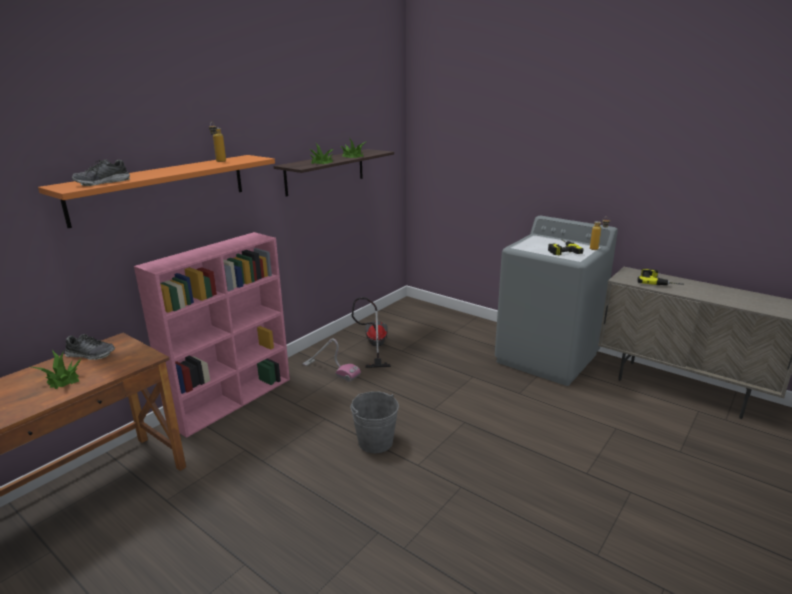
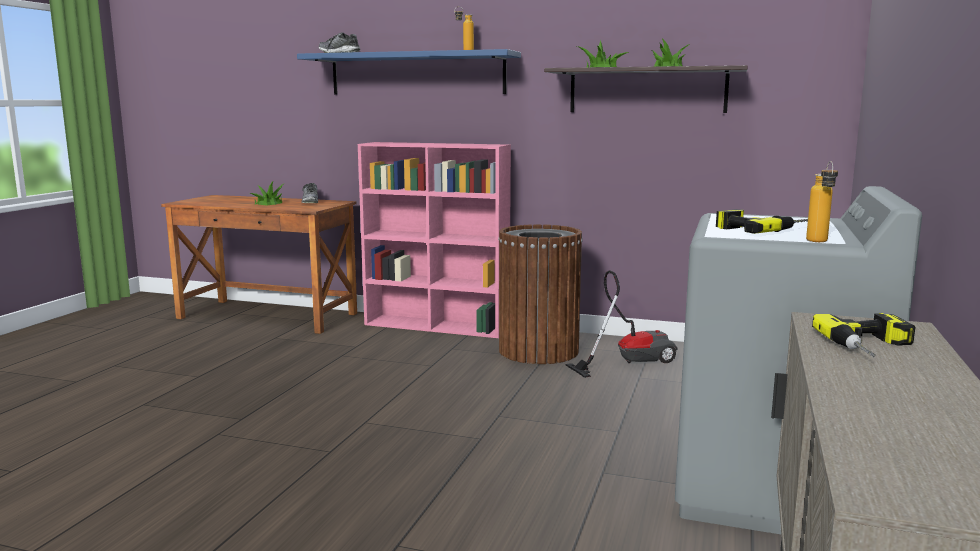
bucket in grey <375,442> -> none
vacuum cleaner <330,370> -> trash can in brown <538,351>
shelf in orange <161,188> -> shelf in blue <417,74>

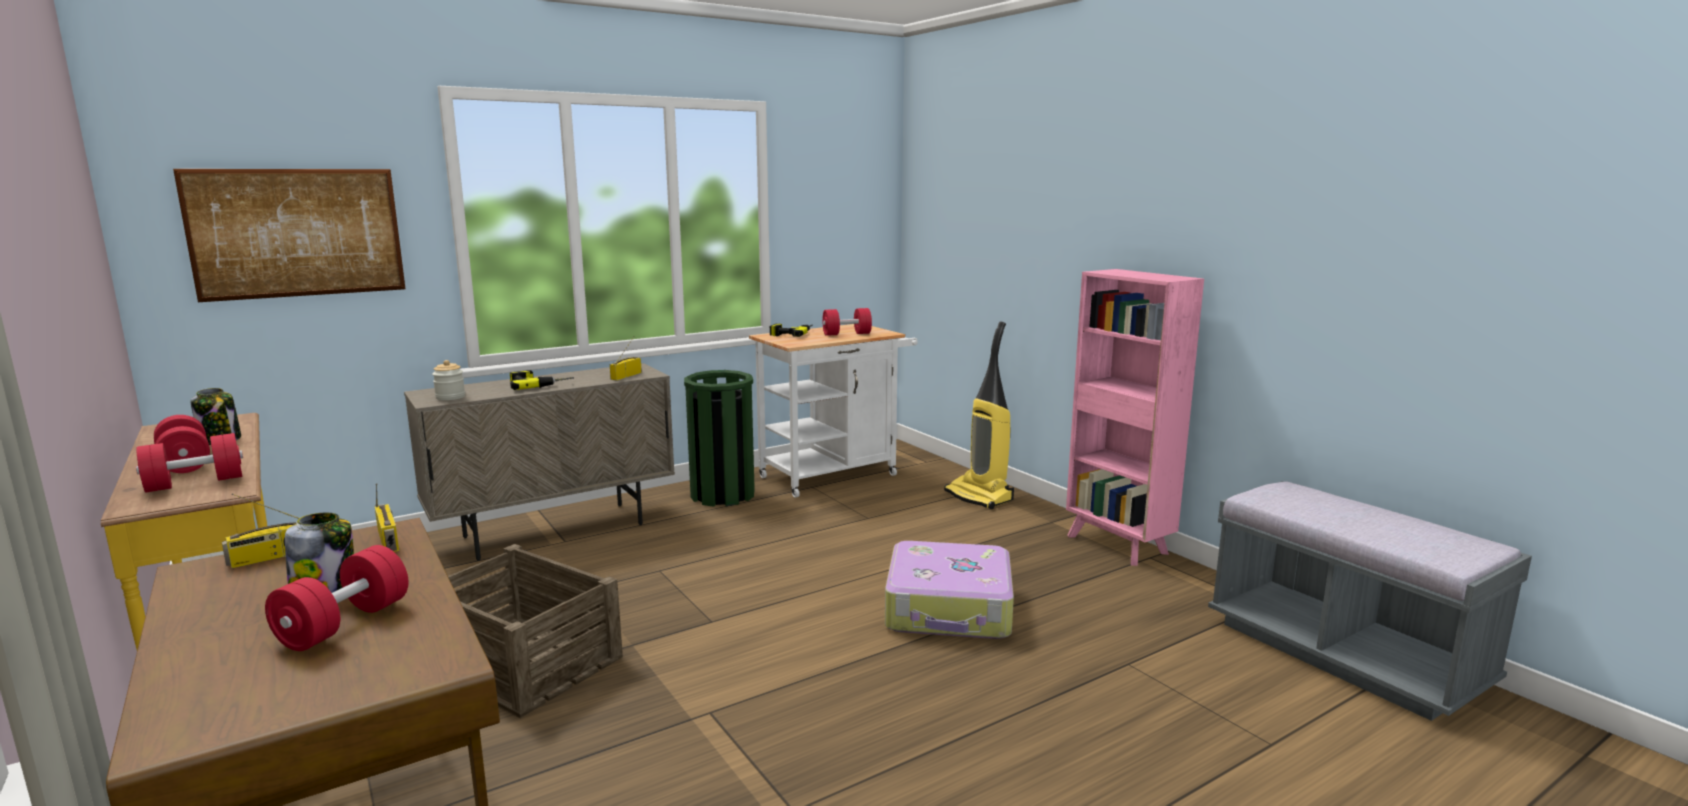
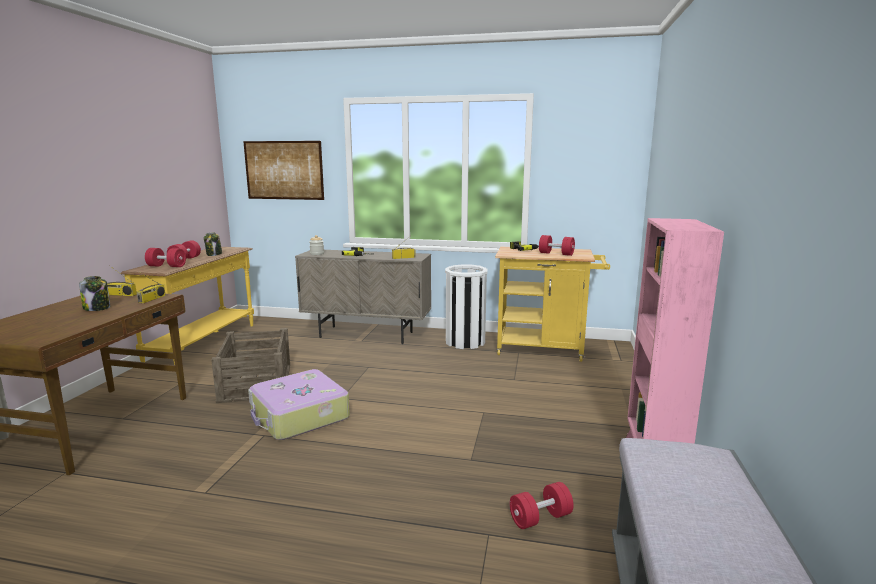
vacuum cleaner <980,496> -> none
dumbbell in red <344,624> -> dumbbell in red <540,518>, moved
suitcase <949,609> -> suitcase <299,416>, moved
trash can in green <722,494> -> trash can in white <465,342>
cart in white <835,474> -> cart in yellow <546,350>

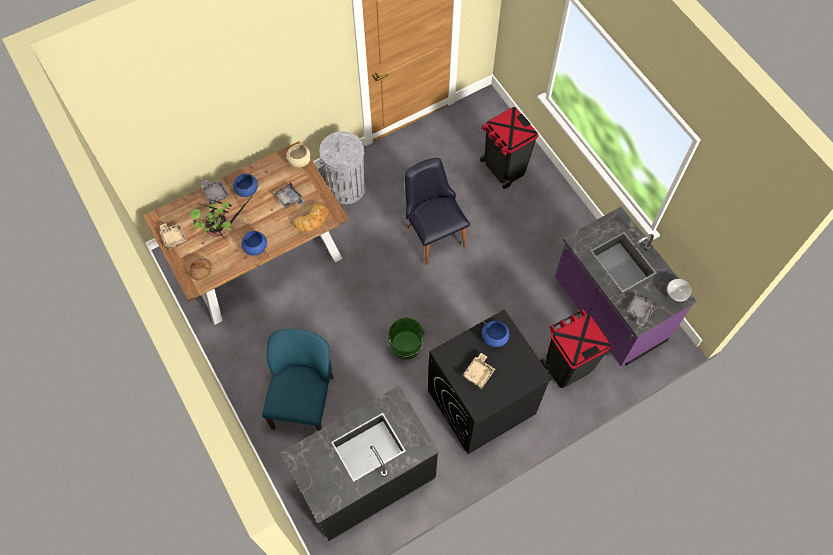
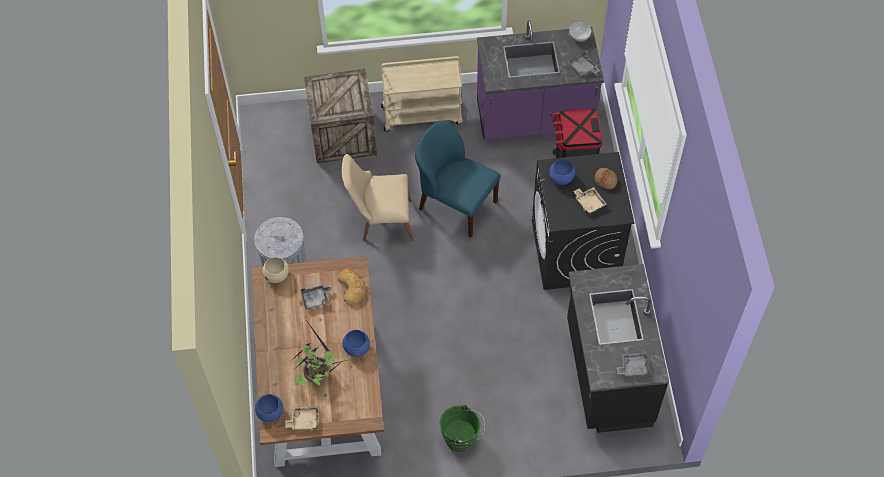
none -> cart in beige <422,114>
bread <201,270> -> bread <605,180>, moved
tray in grey <215,193> -> tray in grey <633,367>, moved
bowl in blue <247,190> -> bowl in blue <270,412>, moved
chair in blue <304,401> -> chair in blue <456,205>, moved
bucket in green <406,349> -> bucket in green <462,438>, moved
trash can in black <504,169> -> crate <343,135>
chair in black <433,232> -> chair in beige <380,220>

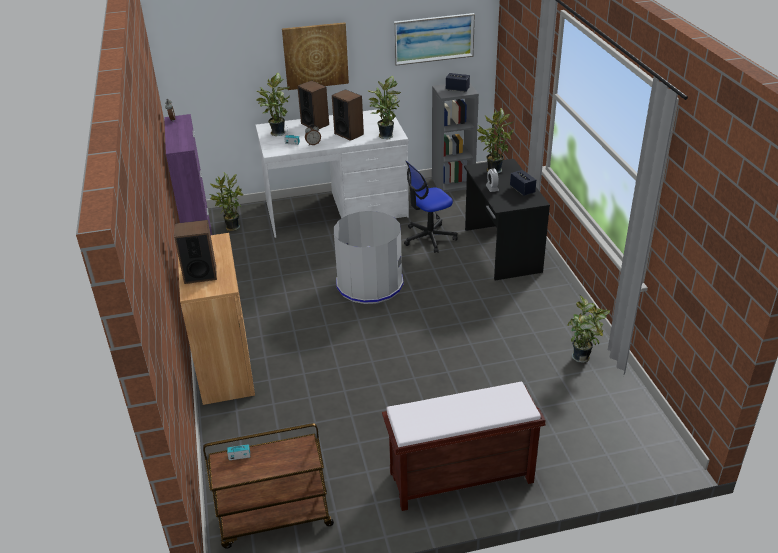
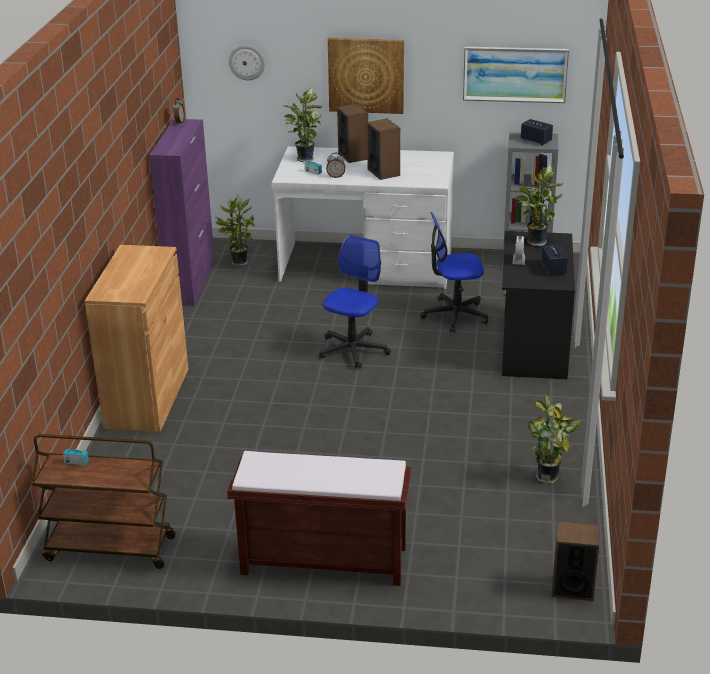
potted plant <386,135> -> none
none -> wall clock <247,62>
speaker <200,274> -> speaker <572,587>, moved
trash can in grey <369,284> -> office chair <353,350>

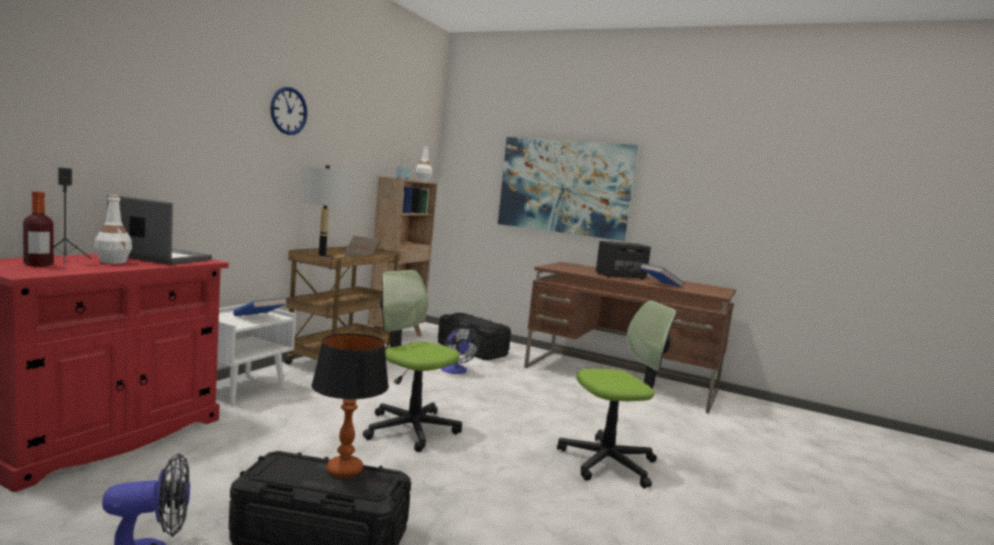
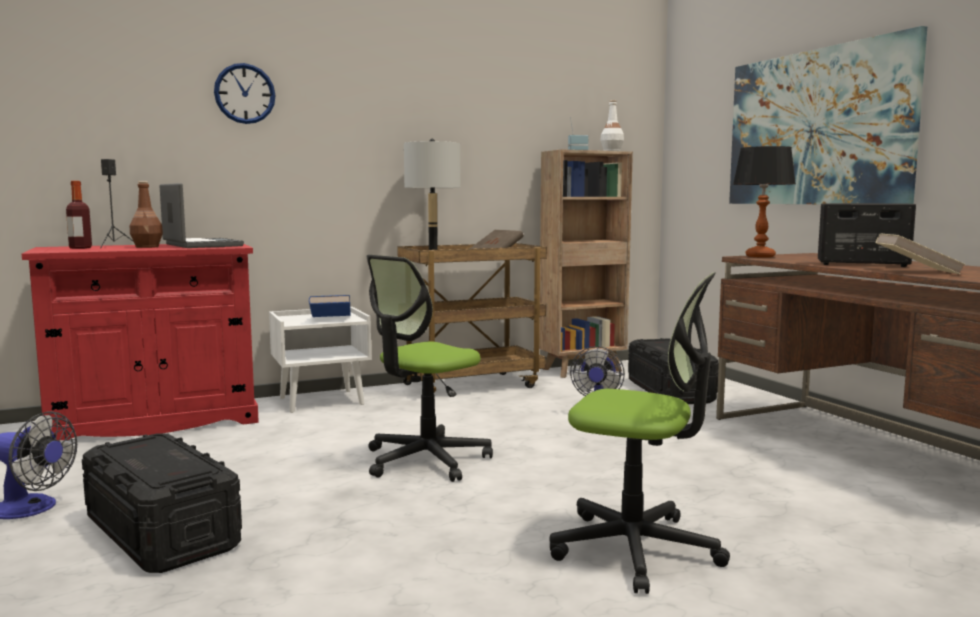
wall clock <288,111> -> wall clock <244,93>, moved
table lamp <344,470> -> table lamp <760,256>, moved
bottle in white <113,262> -> bottle in brown <147,247>
book in blue <660,284> -> book in beige <916,271>
office chair <411,429> -> office chair <425,460>, 120 degrees counterclockwise

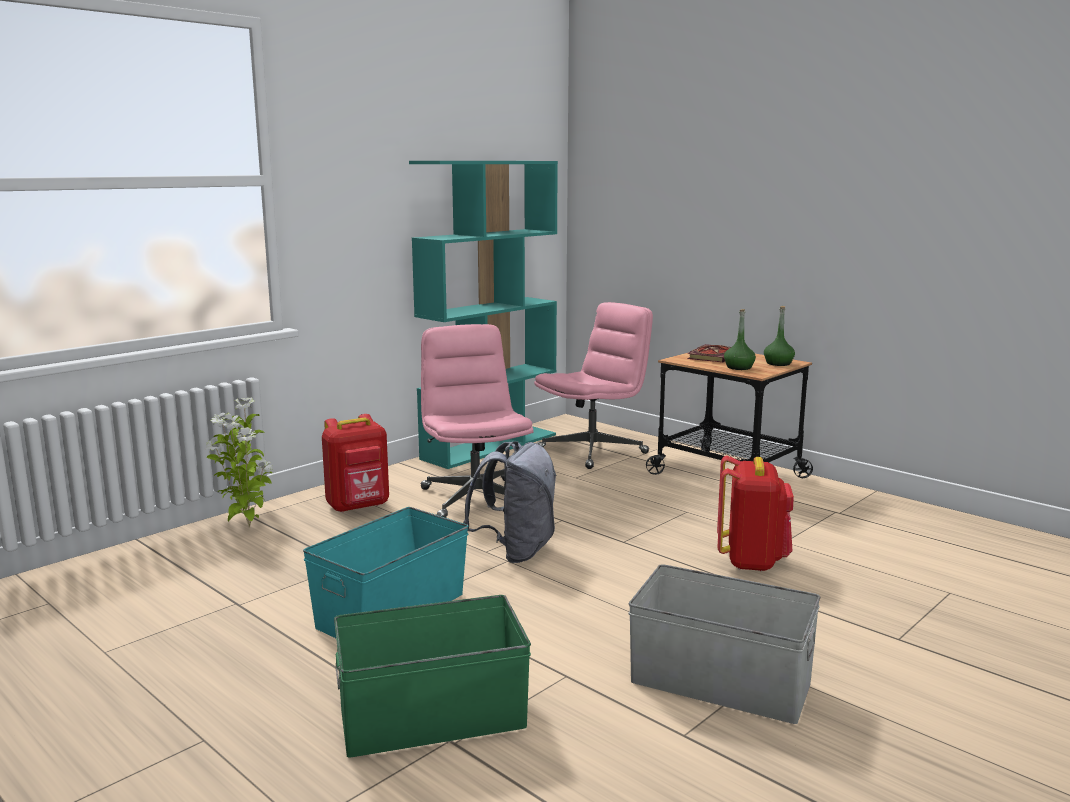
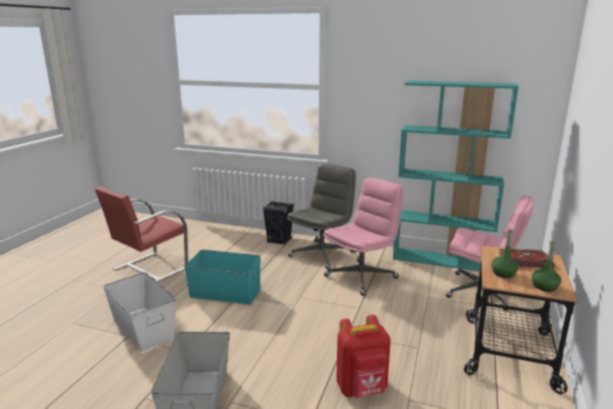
backpack in grey <516,551> -> none
none -> chair in red <149,269>
potted plant <247,527> -> speaker in black <279,241>
backpack in red <359,506> -> office chair in grey <322,254>
storage box in green <431,717> -> storage box in white <143,327>

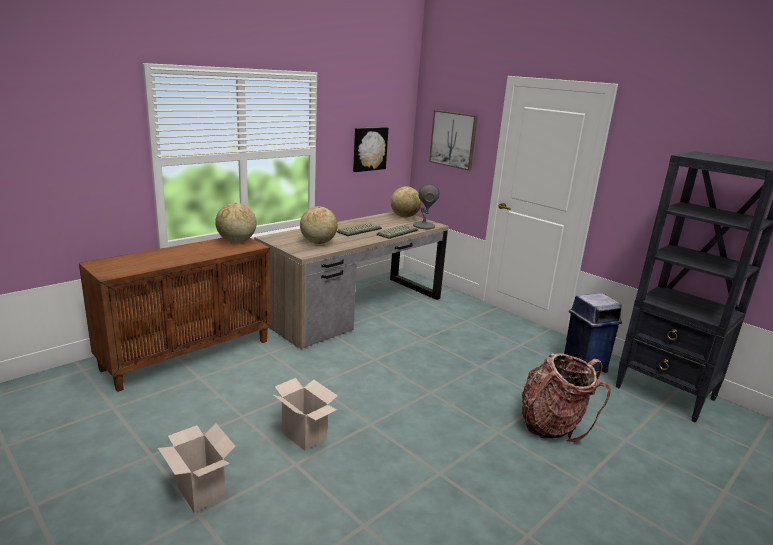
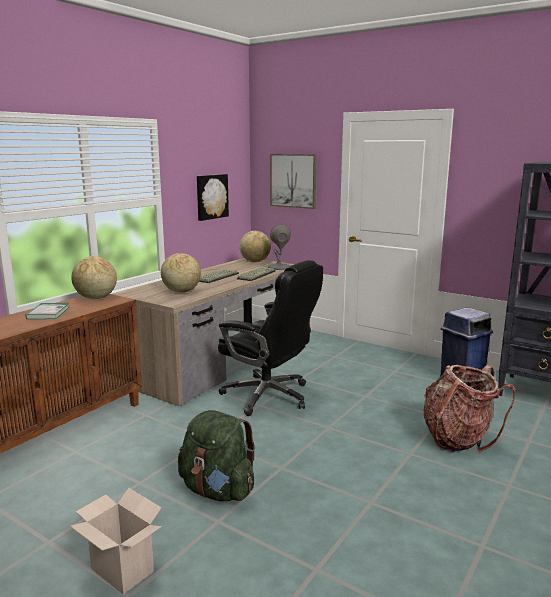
none -> book <48,313>
none -> office chair in black <269,396>
cardboard box <306,435> -> backpack in green <218,490>

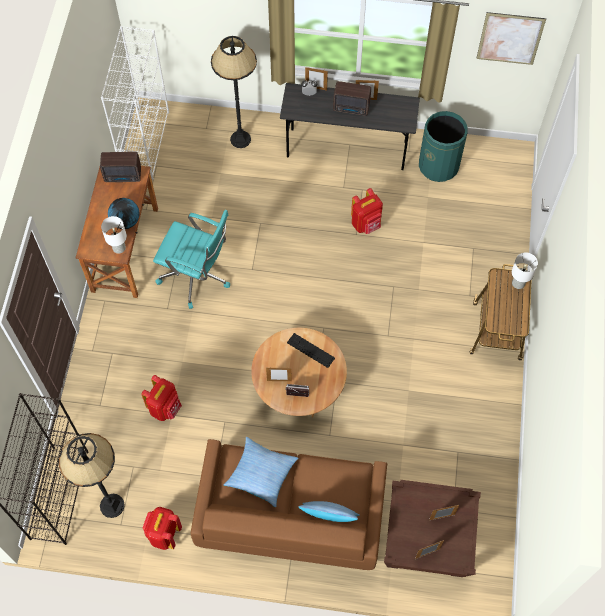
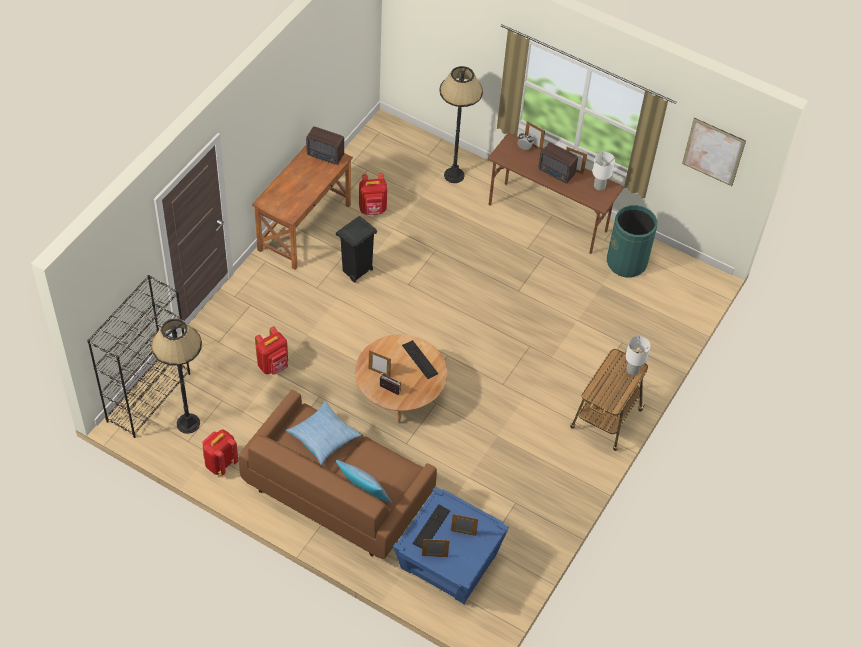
bookcase in white <145,143> -> none
globe <126,221> -> none
none -> keyboard <431,527>
table lamp in white <119,247> -> table lamp in white <599,186>, moved
backpack in red <366,224> -> backpack in red <373,209>, moved
office chair in turquoise <197,276> -> trash can in black <356,271>
desk in grey <347,149> -> desk in brown <548,218>
side table in brown <427,541> -> side table in blue <448,562>

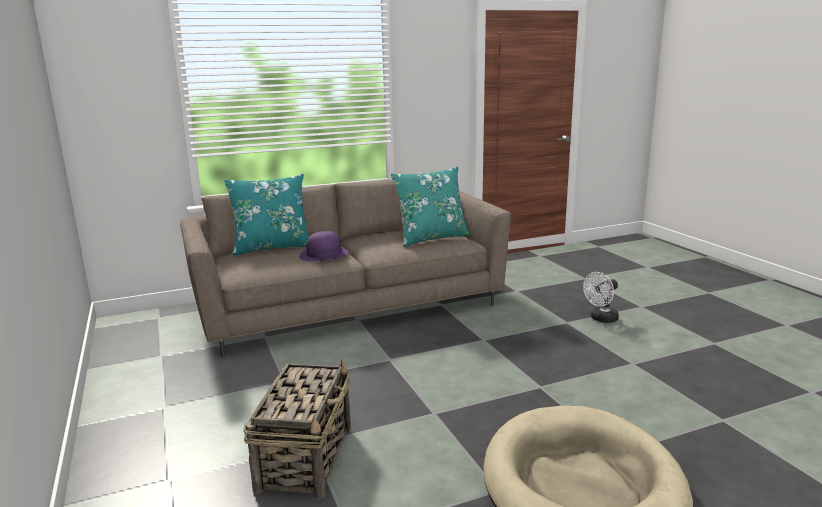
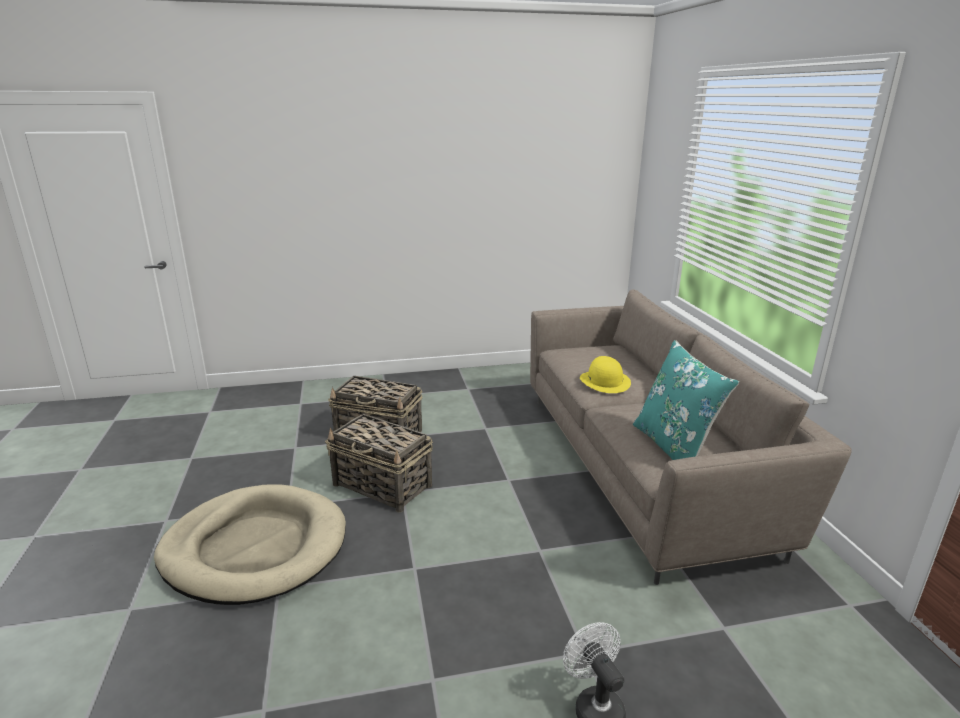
pillow in turquoise <272,247> -> none
none -> basket <383,485>
hat in purple <324,254> -> hat in yellow <605,381>

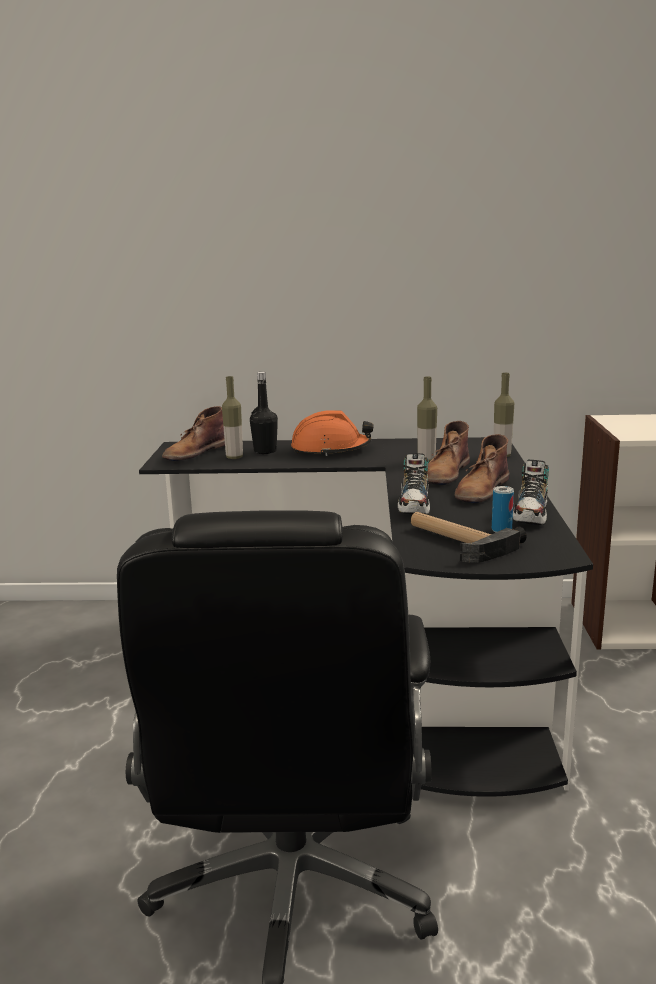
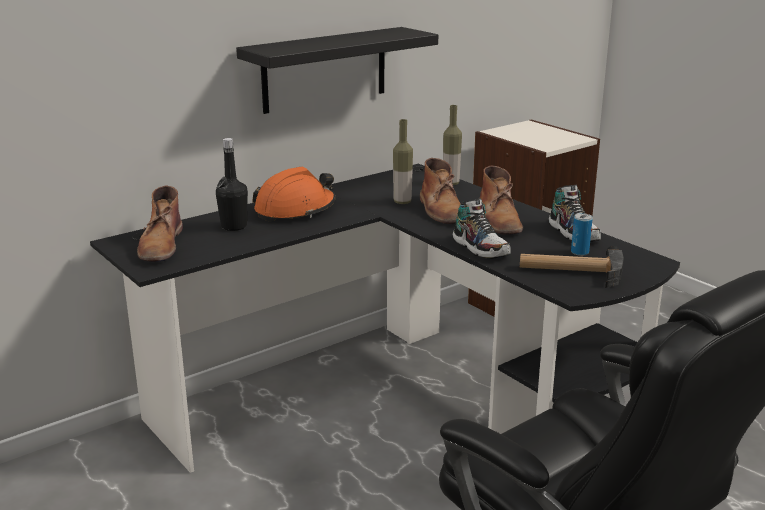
bottle <234,457> -> none
none -> shelf in black <325,69>

